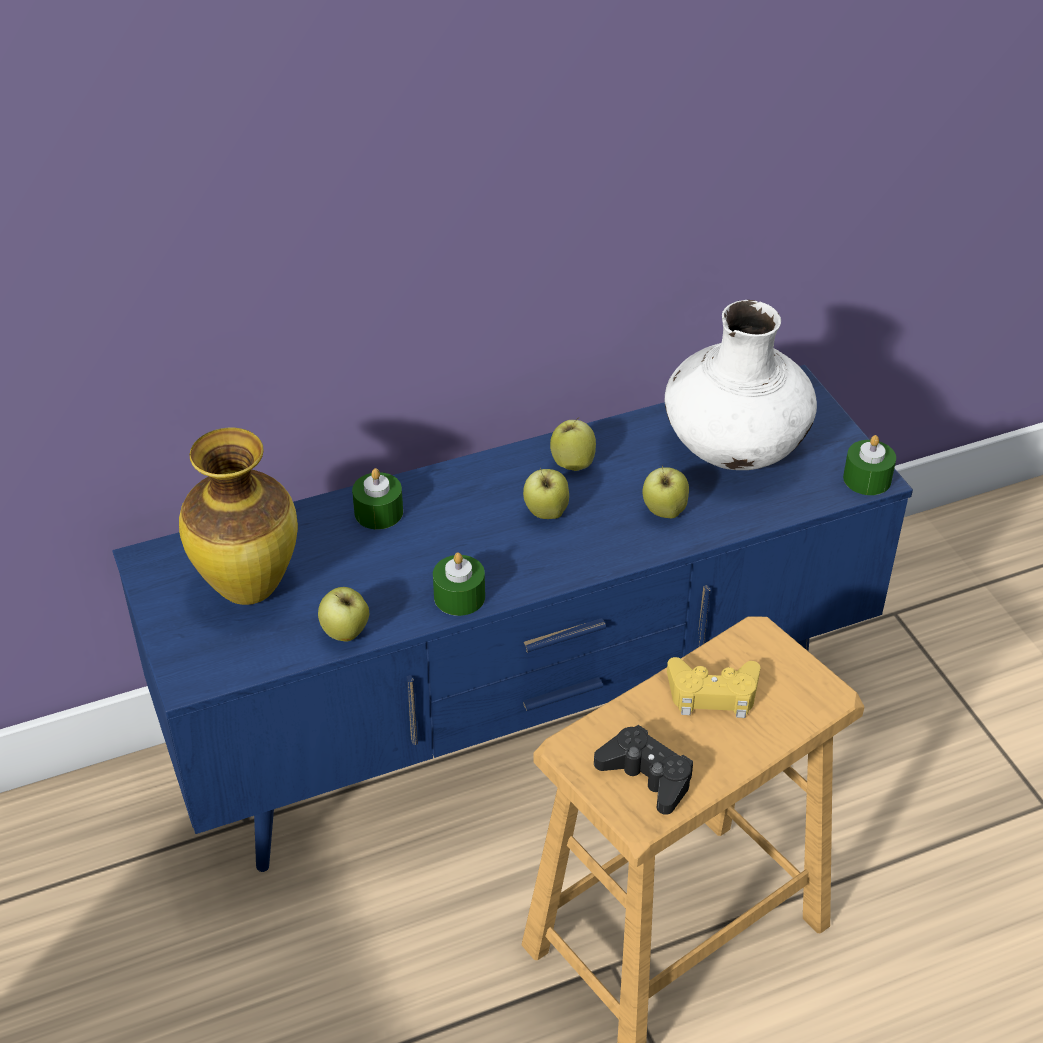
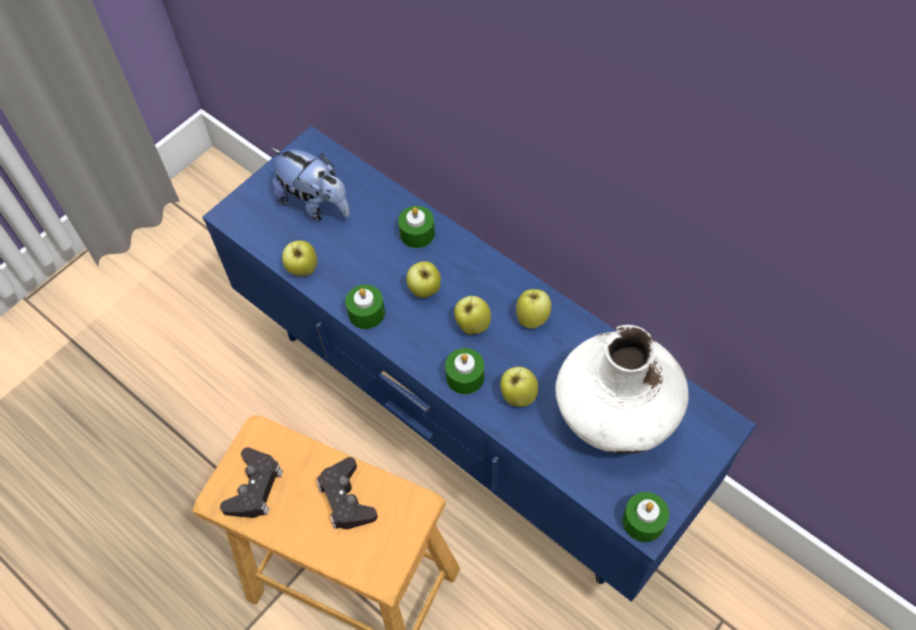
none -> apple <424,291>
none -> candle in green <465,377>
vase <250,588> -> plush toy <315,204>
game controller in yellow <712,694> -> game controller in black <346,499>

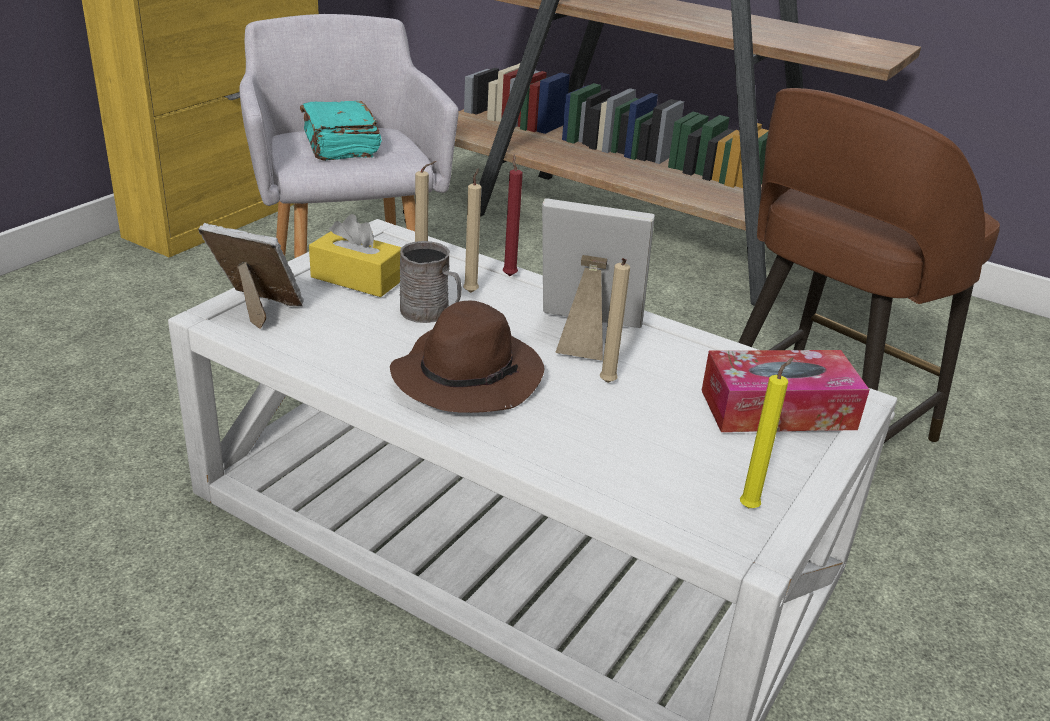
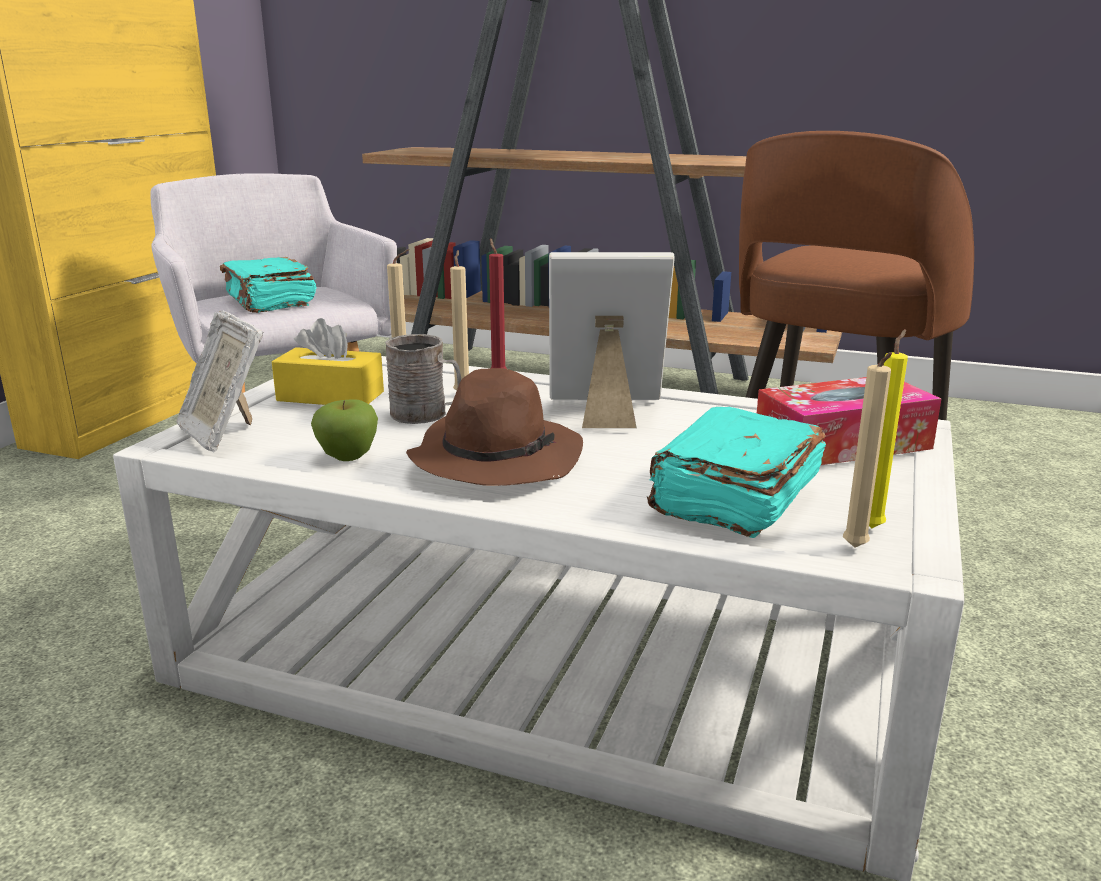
none -> apple <348,457>
none -> book in turquoise <733,498>
candle in beige <607,384> -> candle in beige <855,549>, moved
picture frame <259,310> -> picture frame <225,433>, 135 degrees counterclockwise

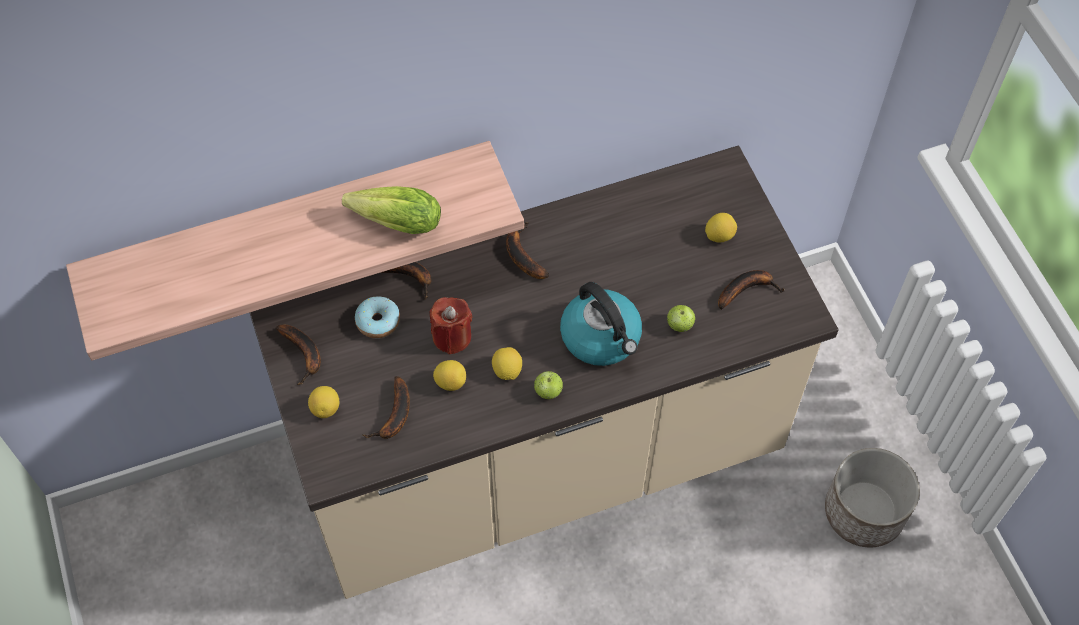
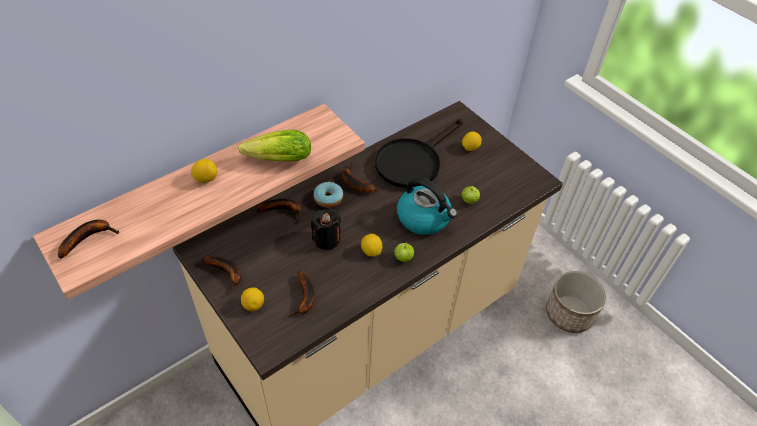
none -> frying pan in black <413,161>
donut <378,321> -> donut <328,198>, moved
lemon <450,382> -> lemon <206,179>, moved
banana <747,289> -> banana <88,238>, moved
candle in red <452,336> -> candle in black <326,239>

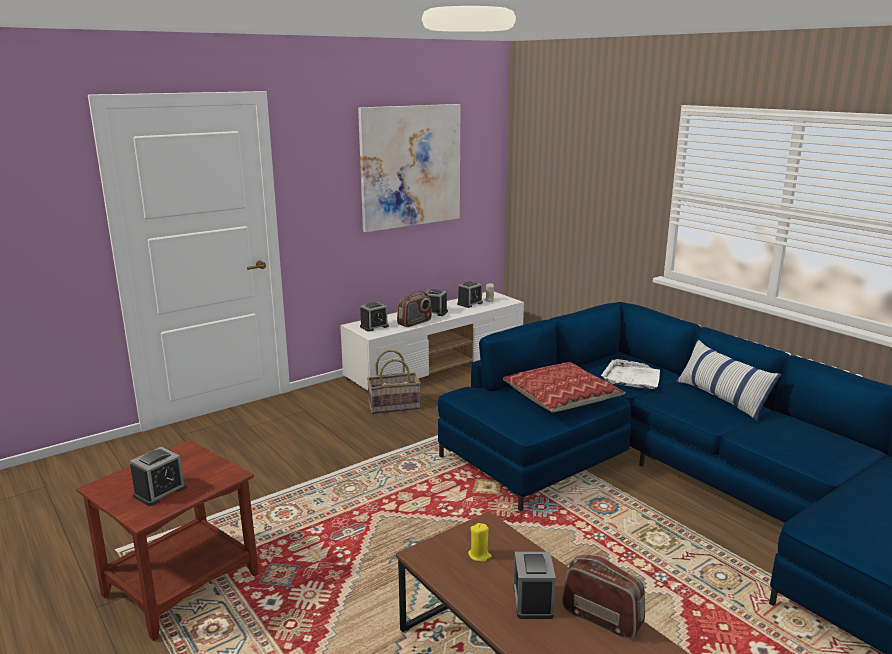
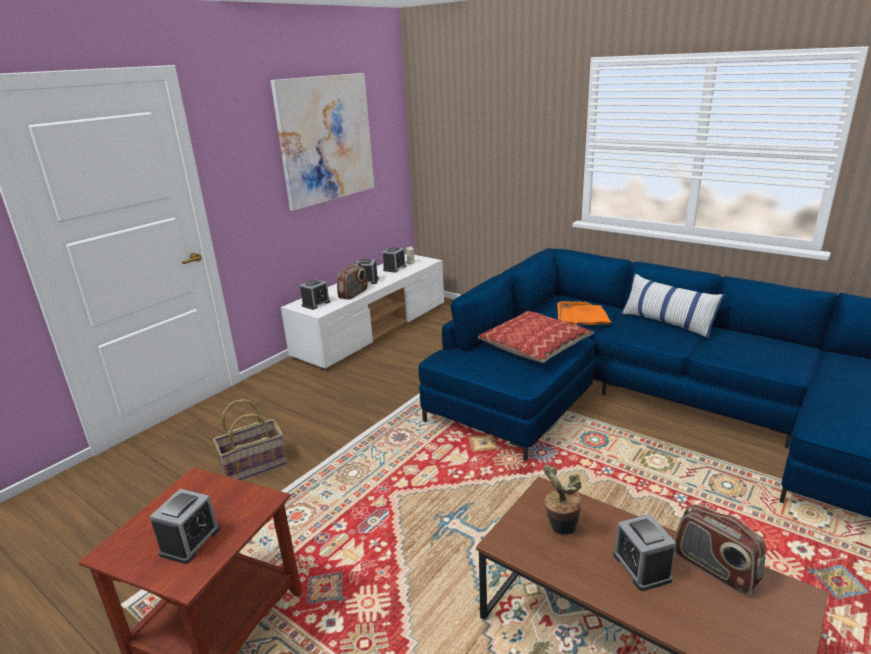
basket <394,405> -> basket <254,465>, moved
candle in yellow <479,555> -> potted plant <560,528>
tray in white <632,377> -> tray in orange <582,316>
radio <602,618> -> radio <714,568>, 150 degrees counterclockwise

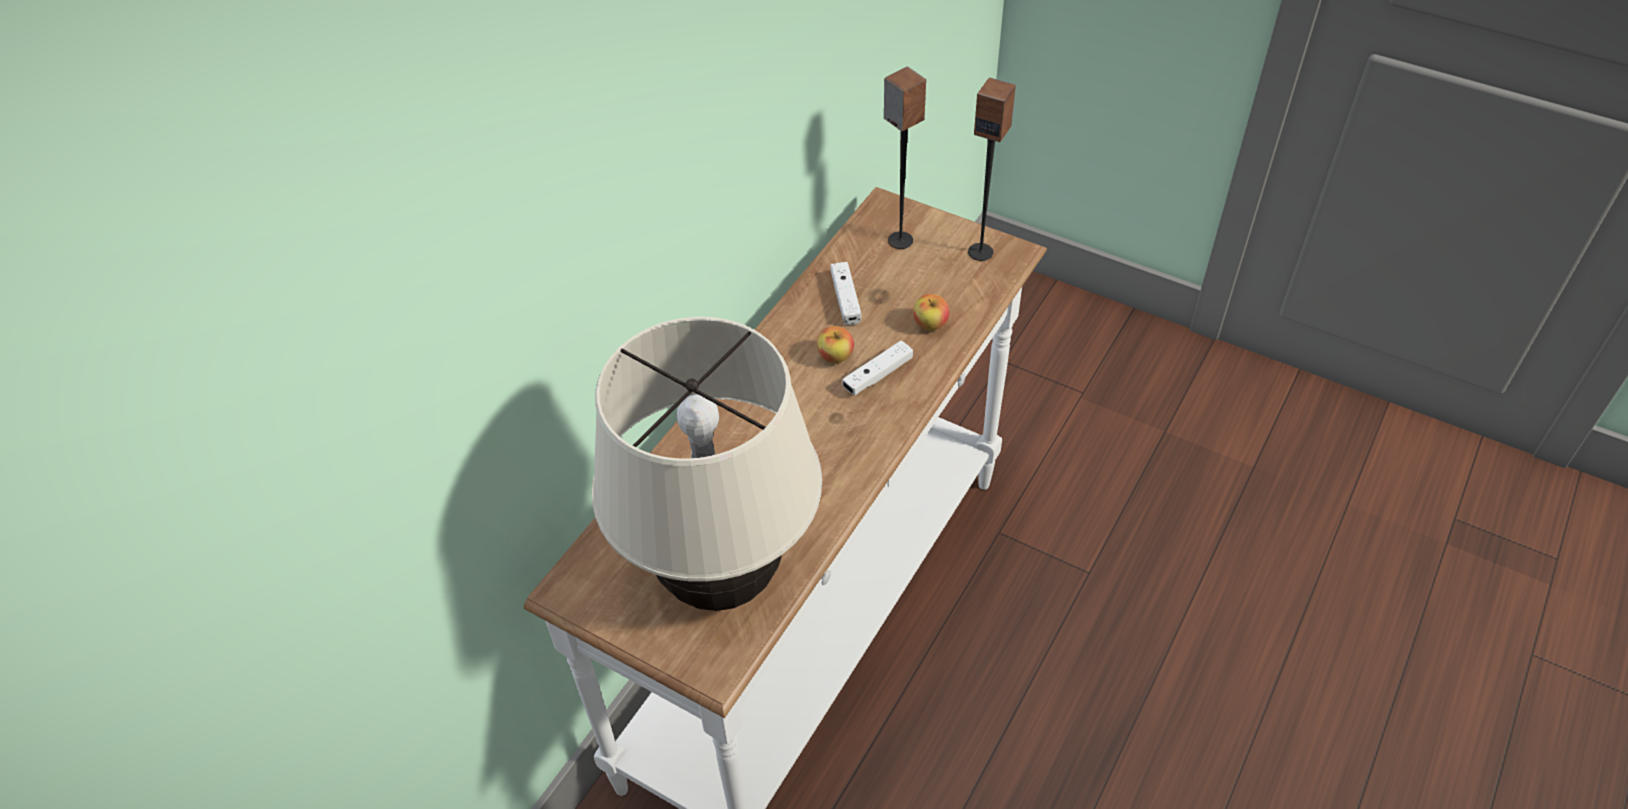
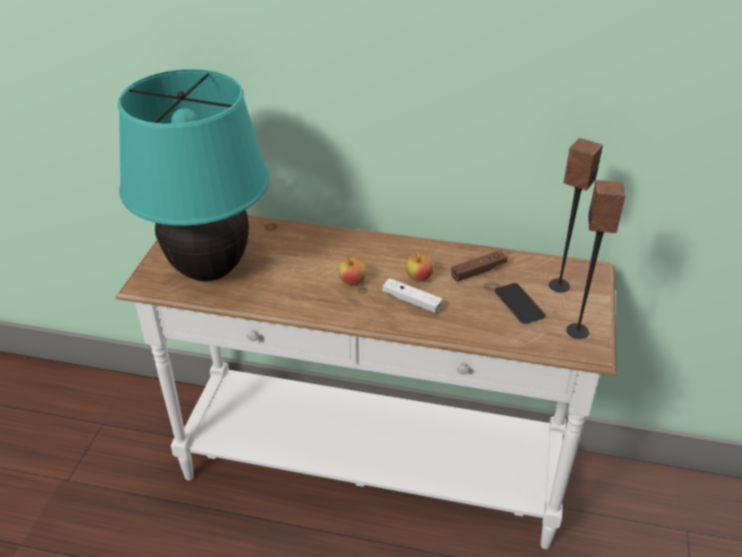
none -> phone <519,304>
apple <930,324> -> apple <352,282>, moved
table lamp in beige <720,581> -> table lamp in turquoise <209,270>
game controller in white <845,299> -> game controller in brown <478,271>

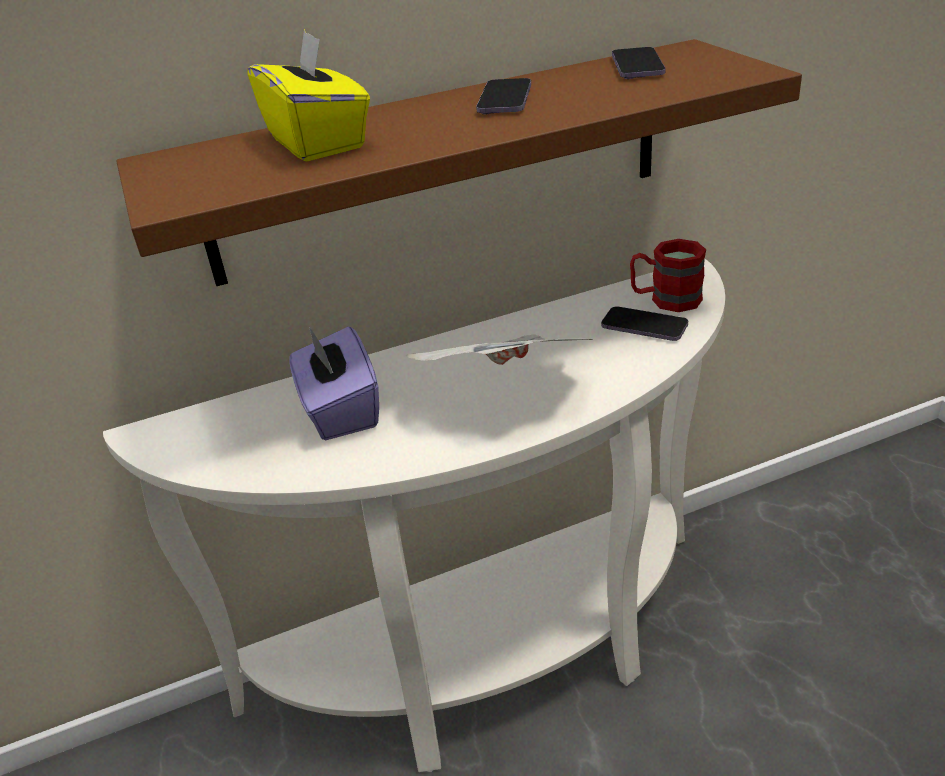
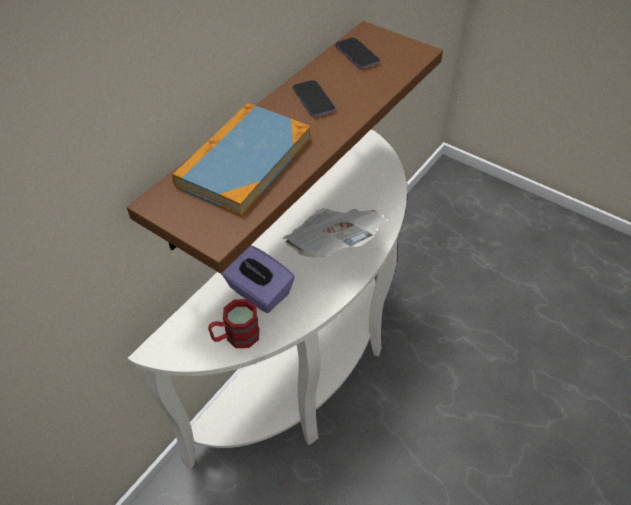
phone <644,326> -> none
mug in red <665,299> -> mug in red <235,337>, moved
tissue box in yellow <318,142> -> book <244,162>

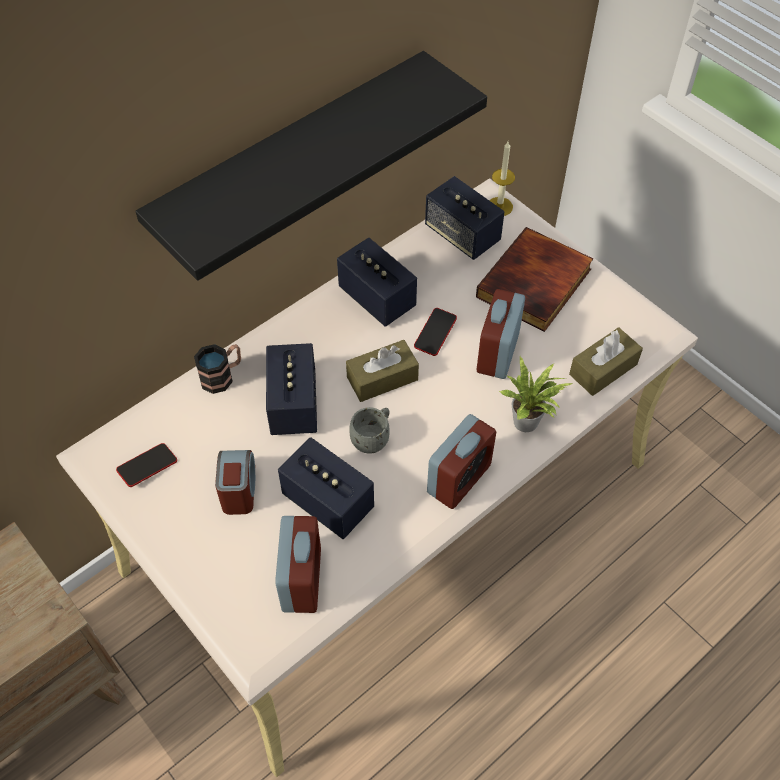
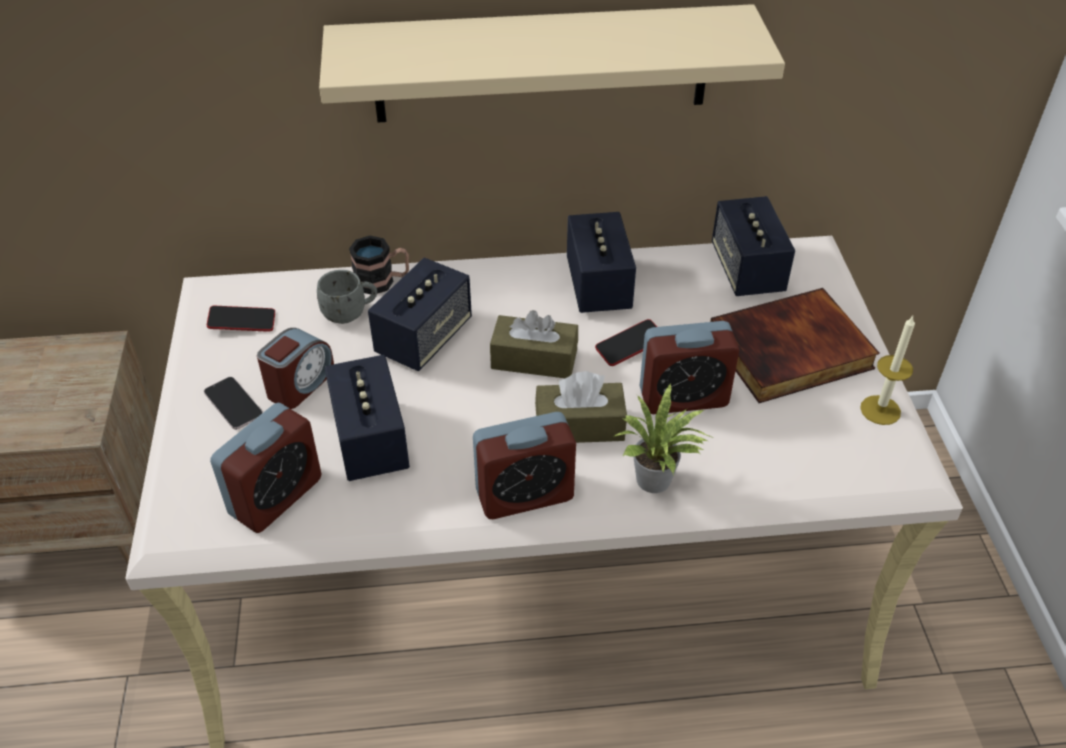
none -> phone <233,404>
mug in grey <373,437> -> mug in grey <350,313>, moved
candle <499,206> -> candle <880,410>, moved
tissue box in brown <603,369> -> tissue box in brown <579,425>, moved
shelf in black <292,159> -> shelf in beige <541,64>
alarm clock <497,353> -> alarm clock <683,397>, 150 degrees counterclockwise

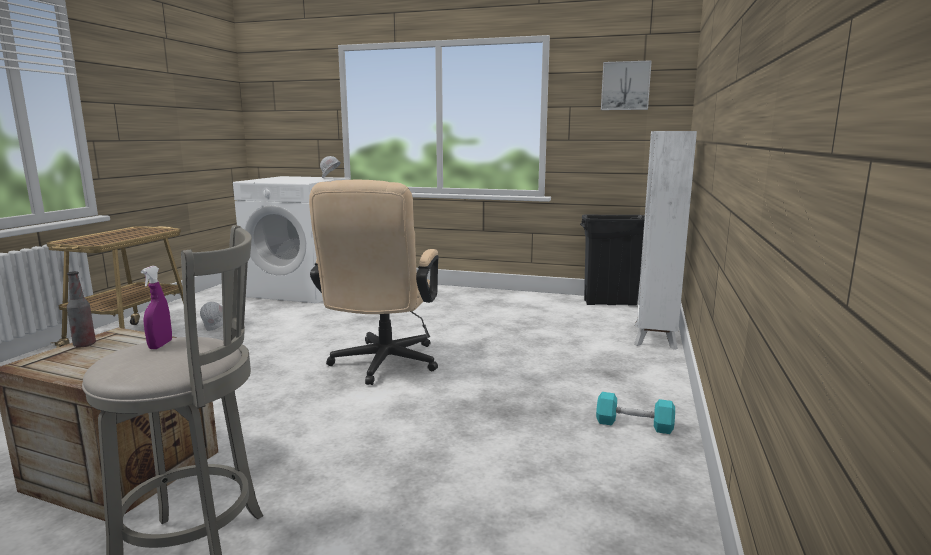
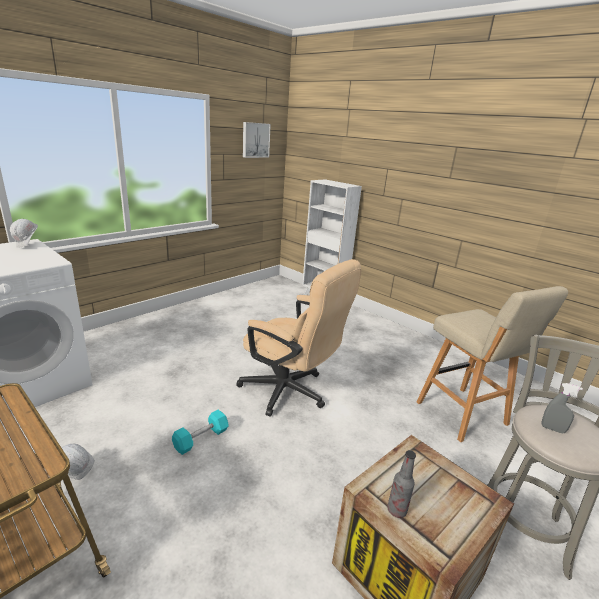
trash can in black <609,303> -> none
none -> stool in beige <463,415>
dumbbell in turquoise <634,425> -> dumbbell in turquoise <201,439>, moved
spray bottle in purple <160,345> -> spray bottle in grey <552,429>

